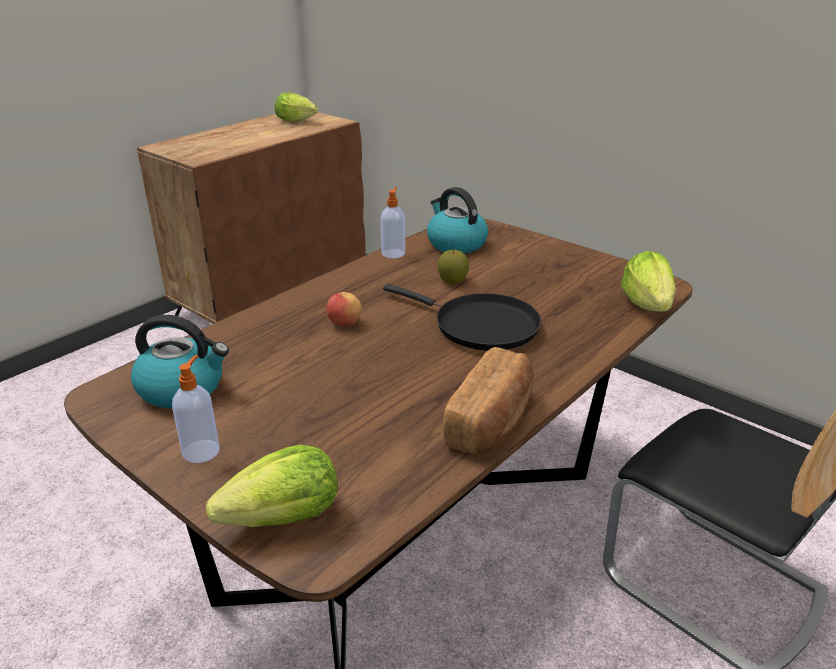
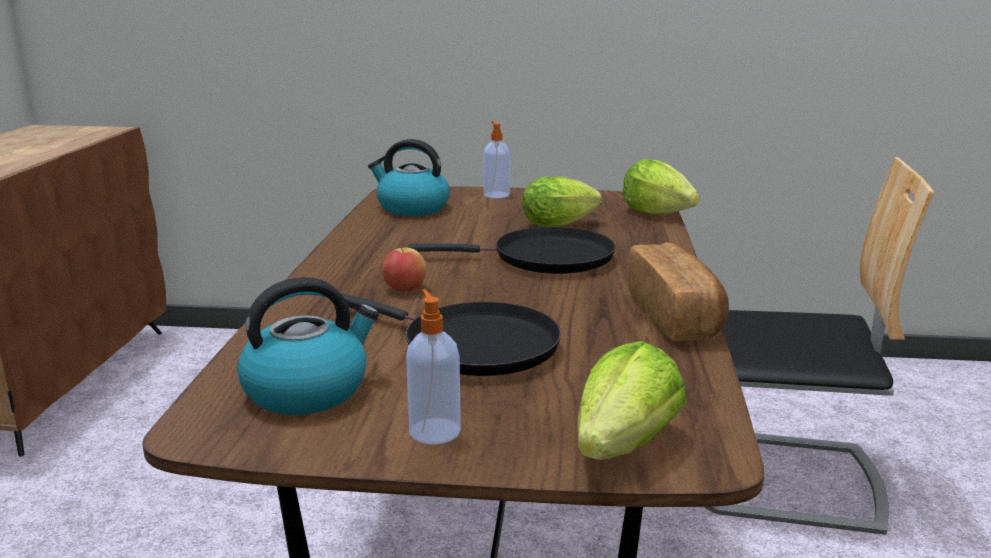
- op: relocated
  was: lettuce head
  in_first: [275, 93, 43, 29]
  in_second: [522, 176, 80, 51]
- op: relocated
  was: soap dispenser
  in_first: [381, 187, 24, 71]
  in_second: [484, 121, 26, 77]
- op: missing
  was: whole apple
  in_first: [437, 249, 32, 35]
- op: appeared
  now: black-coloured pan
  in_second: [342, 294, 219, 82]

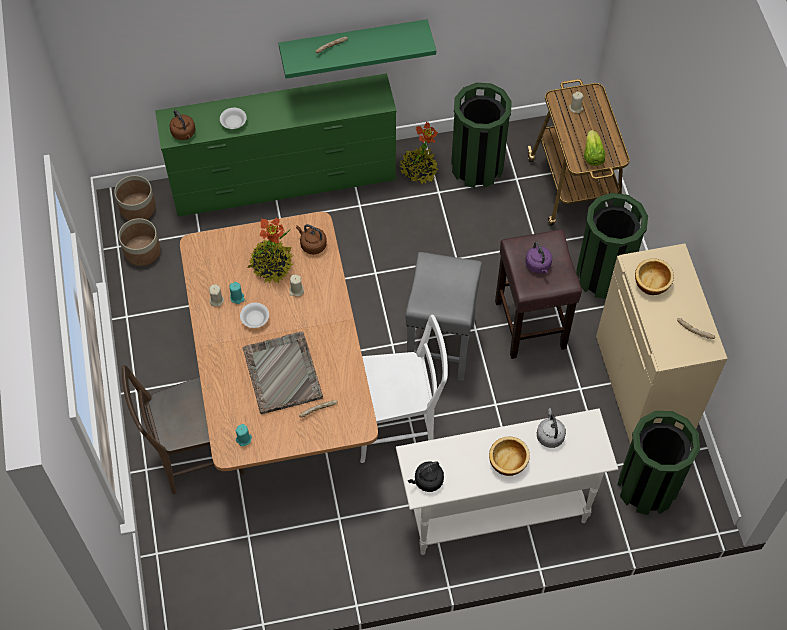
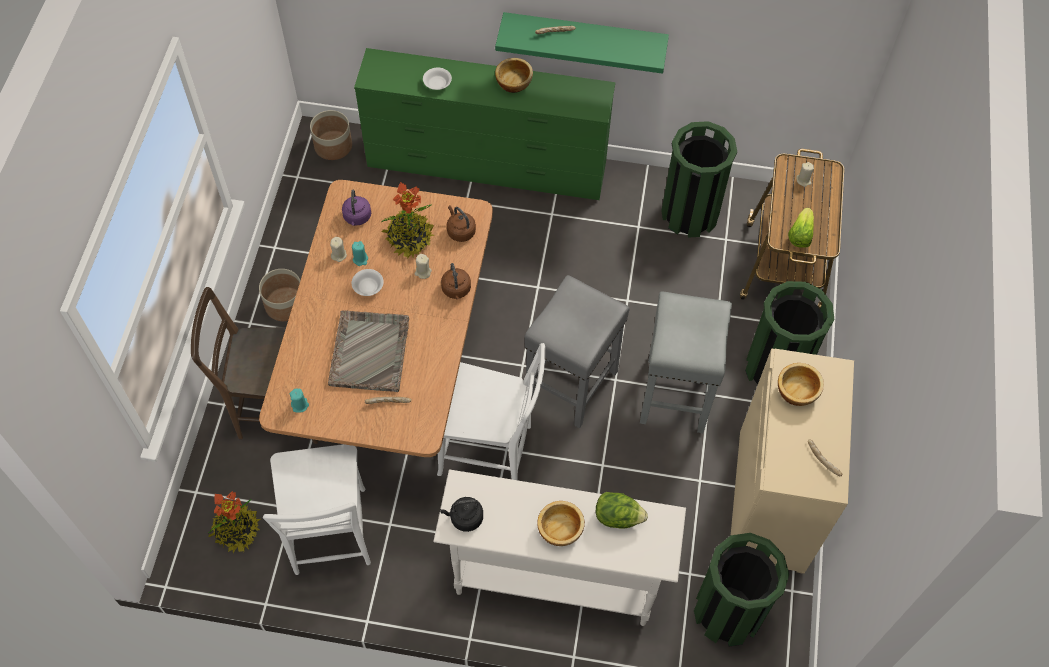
- op: relocated
  was: brownish tea kettle
  in_first: [170, 110, 25, 30]
  in_second: [441, 263, 30, 37]
- op: relocated
  was: potted plant
  in_first: [400, 122, 38, 62]
  in_second: [208, 491, 53, 62]
- op: relocated
  was: plant pot
  in_first: [119, 218, 42, 48]
  in_second: [259, 269, 41, 52]
- op: colour
  was: brownish stool
  now: grey stool
  in_first: [495, 229, 87, 130]
  in_second: [640, 292, 92, 141]
- op: relocated
  was: purplish tea kettle
  in_first: [525, 242, 27, 31]
  in_second: [342, 190, 29, 36]
- op: exchanged
  was: grey tea kettle
  now: lettuce head
  in_first: [537, 408, 29, 40]
  in_second: [596, 492, 52, 37]
- op: appeared
  now: bowl
  in_second: [495, 58, 38, 35]
- op: appeared
  now: whitish plain chair
  in_second: [263, 444, 108, 131]

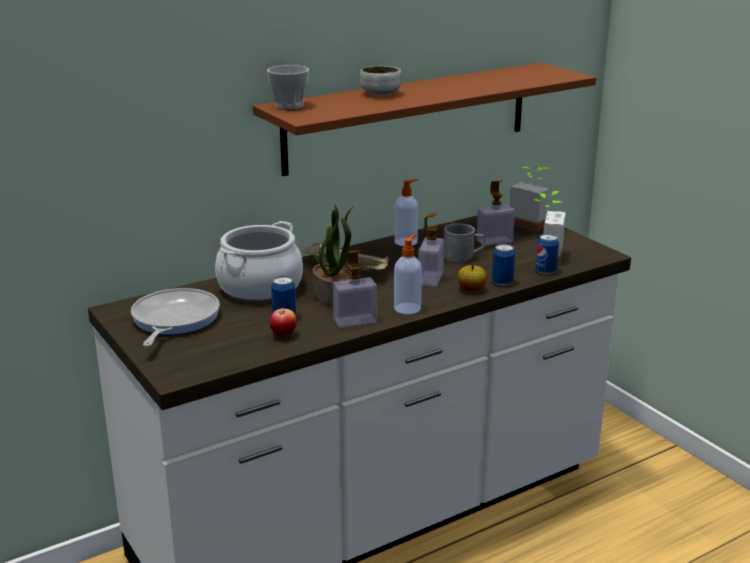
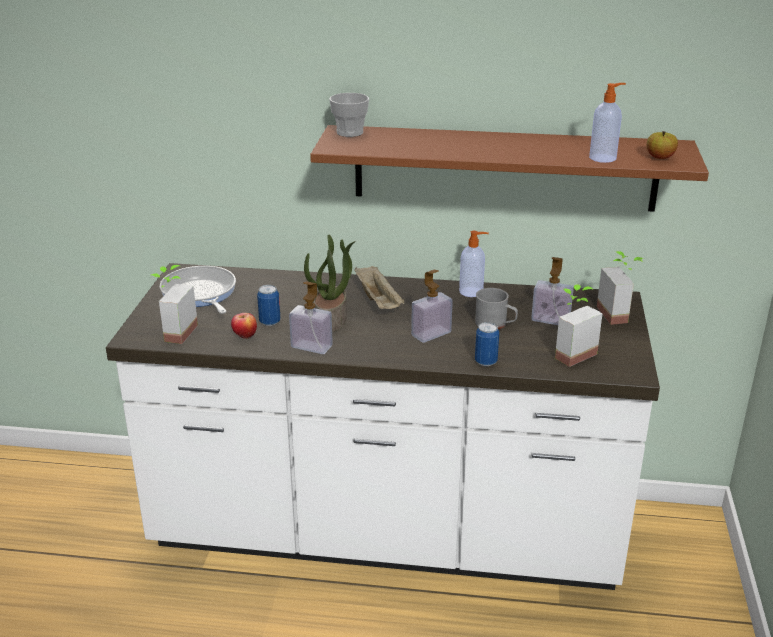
- op: missing
  was: bowl
  in_first: [360, 66, 42, 30]
- op: missing
  was: stockpot
  in_first: [215, 221, 88, 81]
- op: missing
  was: can
  in_first: [536, 233, 23, 42]
- op: relocated
  was: soap dispenser
  in_first: [394, 234, 28, 80]
  in_second: [589, 83, 37, 80]
- op: relocated
  was: whole apple
  in_first: [458, 265, 29, 26]
  in_second: [646, 131, 32, 28]
- op: spun
  was: pan
  in_first: [131, 288, 89, 59]
  in_second: [160, 266, 76, 48]
  clockwise: -75
- op: appeared
  now: potted plant
  in_second: [151, 265, 47, 79]

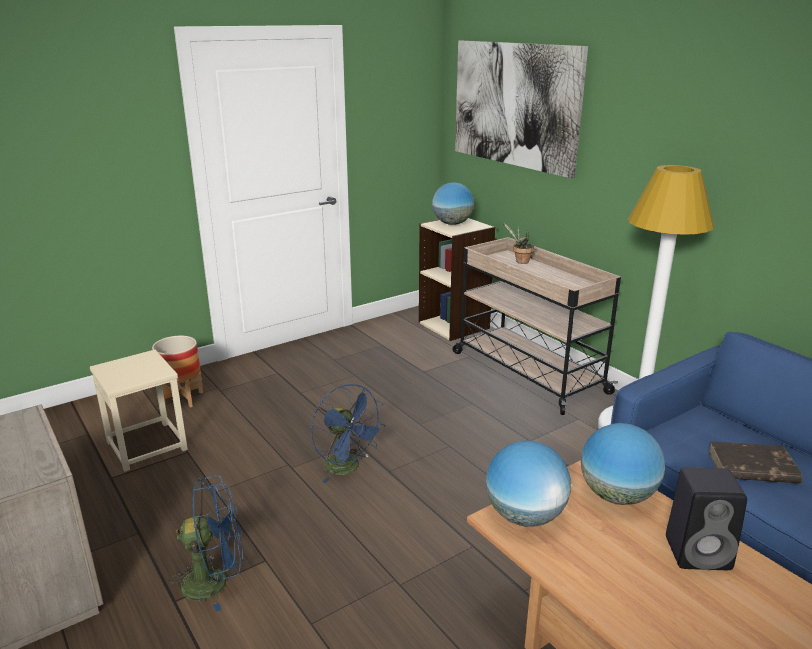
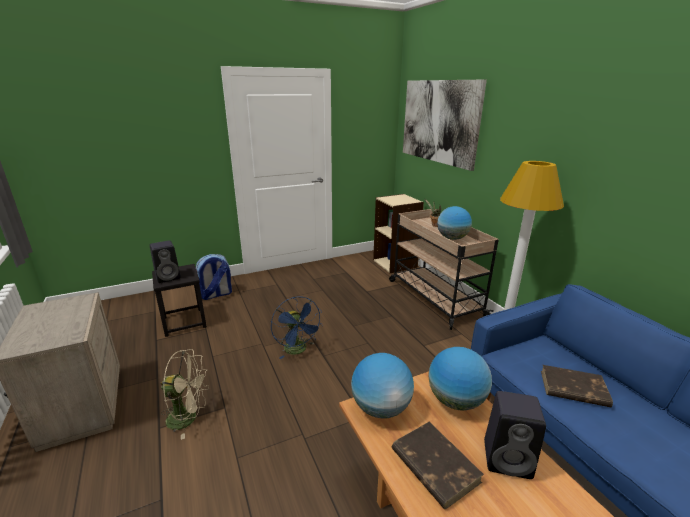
- op: relocated
  was: world globe
  in_first: [432, 182, 42, 43]
  in_second: [437, 206, 35, 34]
- op: exchanged
  was: plant pot
  now: rucksack
  in_first: [152, 336, 51, 72]
  in_second: [196, 254, 36, 46]
- op: colour
  was: sand-coloured stool
  now: black-coloured stool
  in_first: [90, 350, 98, 122]
  in_second: [152, 264, 55, 73]
- op: colour
  was: bluish fan
  now: sand-coloured fan
  in_first: [169, 475, 74, 137]
  in_second: [161, 349, 48, 91]
- op: appeared
  now: black-coloured audio speaker
  in_second: [150, 240, 31, 43]
- op: appeared
  now: brownish volume
  in_second: [392, 422, 92, 87]

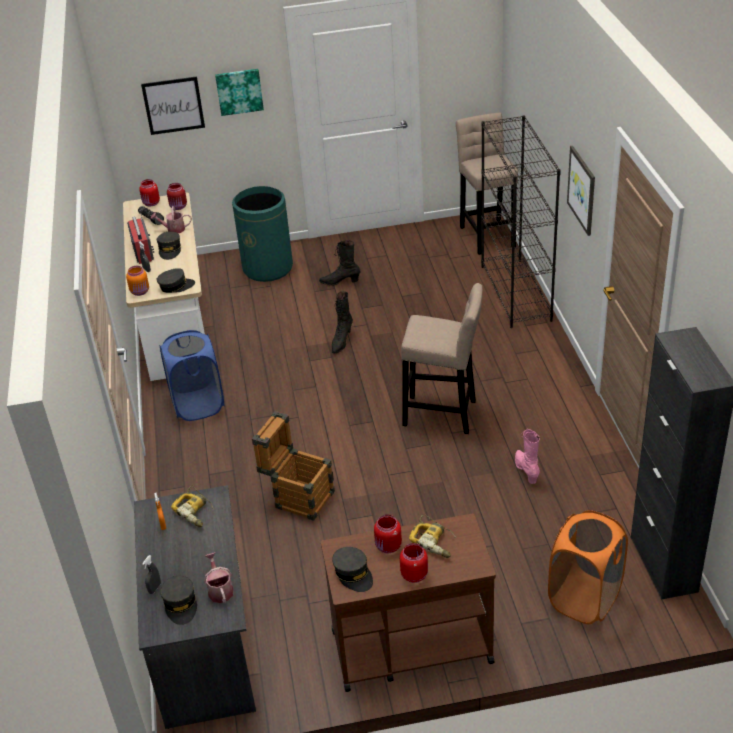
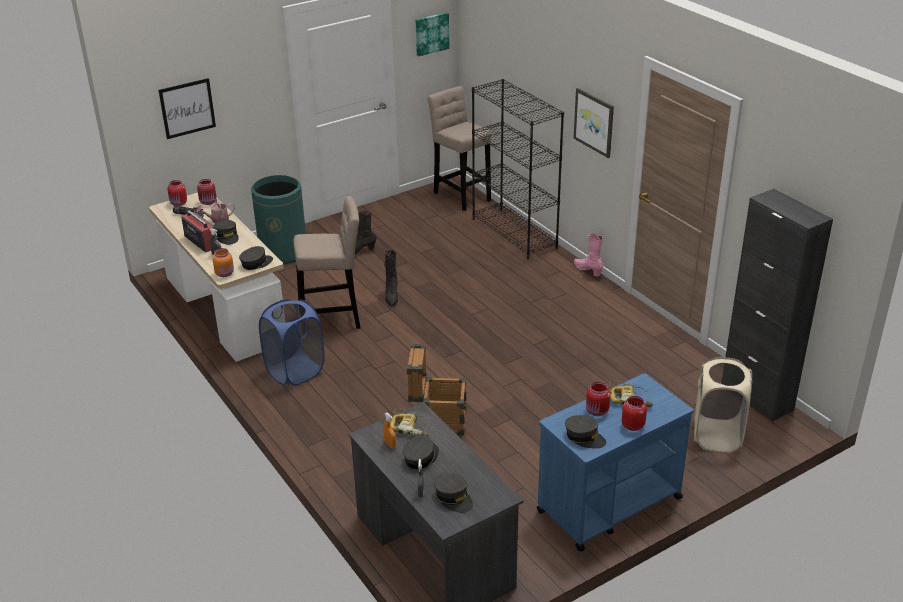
- op: relocated
  was: wall art
  in_first: [215, 69, 49, 47]
  in_second: [416, 12, 33, 44]
- op: relocated
  was: sand-coloured stool
  in_first: [401, 283, 82, 151]
  in_second: [294, 196, 66, 133]
- op: relocated
  was: pink tall boot
  in_first: [515, 429, 25, 55]
  in_second: [574, 233, 29, 43]
- op: colour
  was: orange hamper
  now: sand-coloured hamper
  in_first: [548, 510, 80, 114]
  in_second: [694, 357, 58, 96]
- op: colour
  was: brownish wheeled cart
  now: bluish wheeled cart
  in_first: [321, 514, 175, 178]
  in_second: [537, 373, 156, 179]
- op: missing
  was: watering can
  in_first: [204, 552, 29, 51]
- op: appeared
  now: grey peaked cap
  in_second: [403, 435, 36, 34]

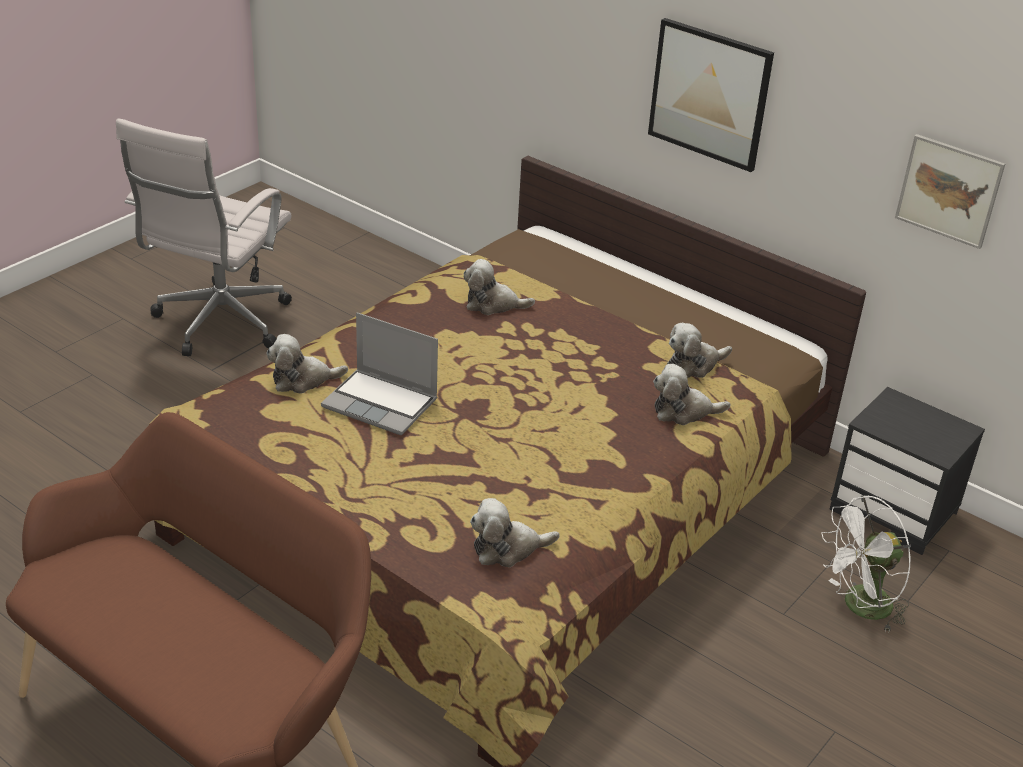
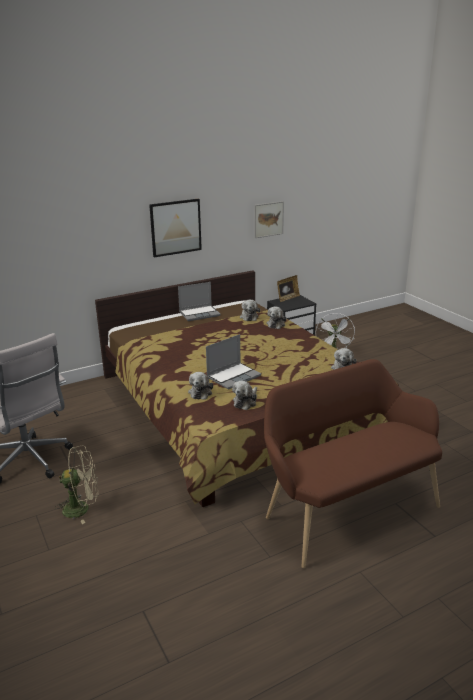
- op: relocated
  was: plush toy
  in_first: [464, 259, 71, 56]
  in_second: [232, 381, 25, 29]
- op: appeared
  now: picture frame
  in_second: [277, 275, 23, 27]
- op: appeared
  now: portable computer
  in_second: [178, 282, 42, 39]
- op: appeared
  now: sand-coloured fan
  in_second: [55, 445, 43, 79]

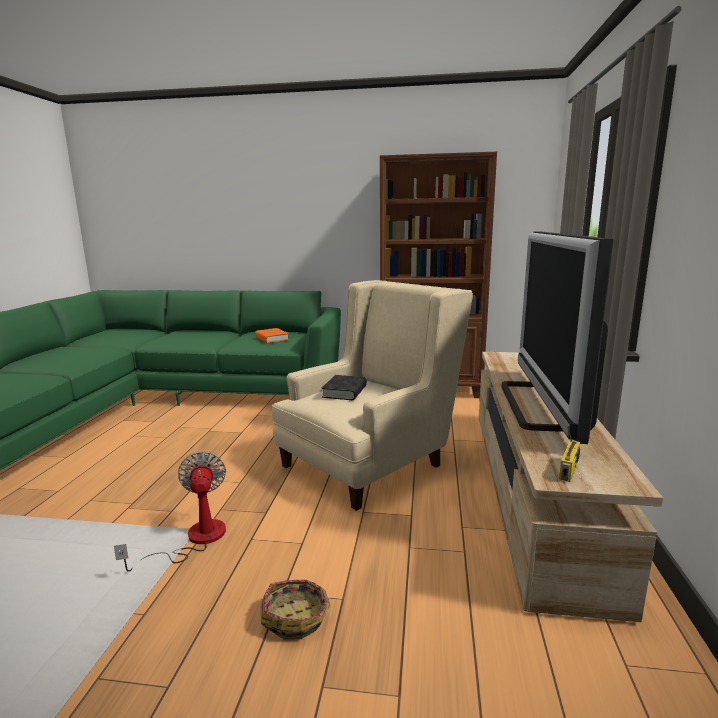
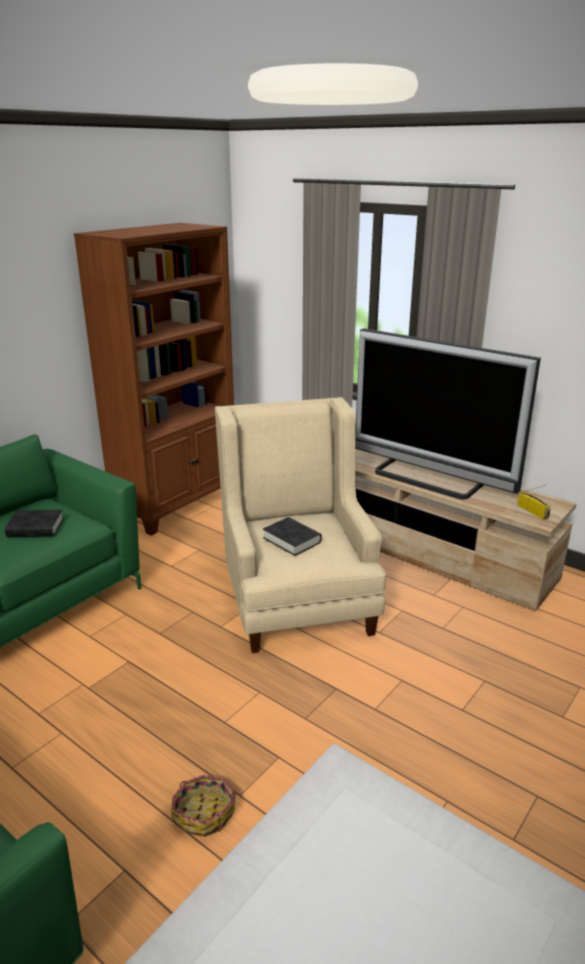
- op: colour
  was: orange volume
  now: black-coloured volume
  in_first: [255, 328, 34, 15]
  in_second: [5, 510, 59, 27]
- op: missing
  was: fan
  in_first: [114, 452, 112, 120]
- op: relocated
  was: household basket
  in_first: [261, 580, 69, 60]
  in_second: [171, 775, 65, 62]

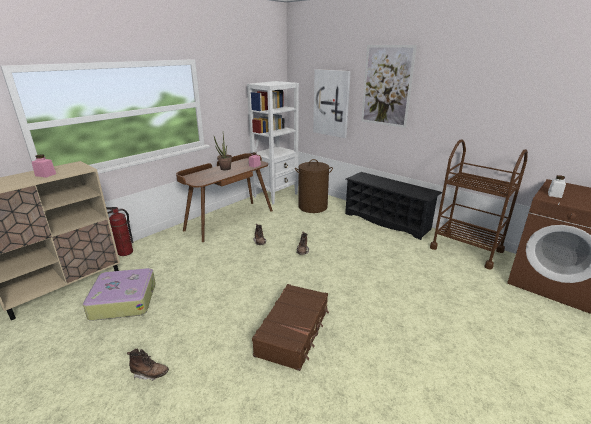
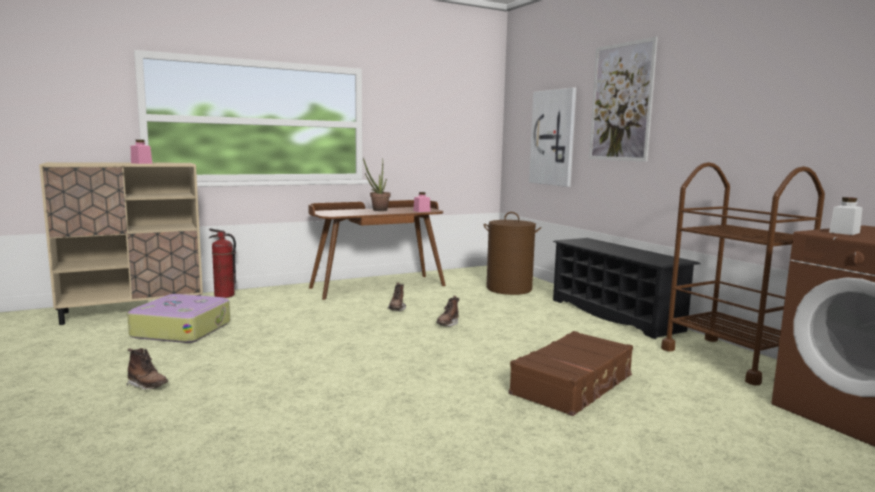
- op: missing
  was: whitish shelving unit
  in_first: [247, 81, 52, 123]
- op: relocated
  was: brownish travel case
  in_first: [252, 284, 77, 87]
  in_second: [509, 331, 124, 85]

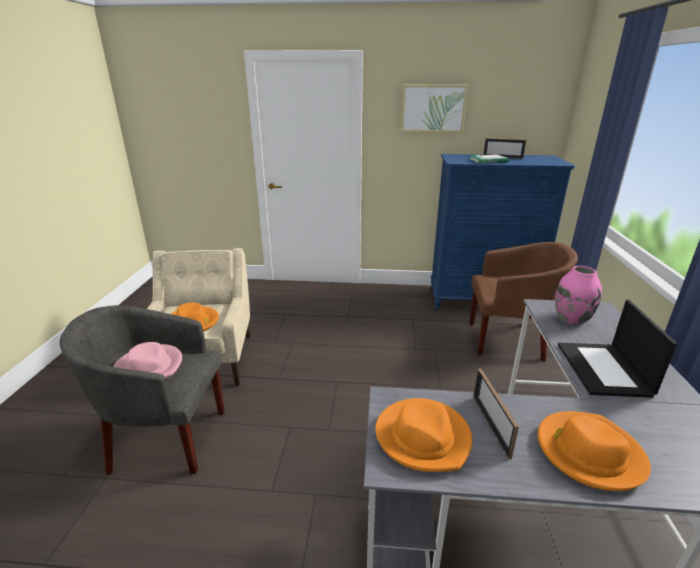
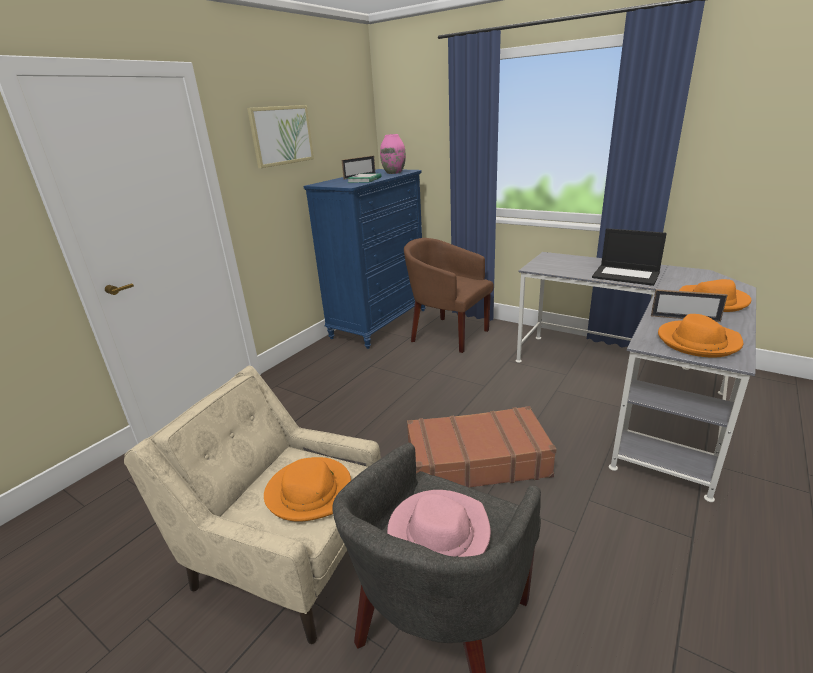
- op: spun
  was: brownish easy chair
  in_first: [469, 242, 109, 120]
  in_second: [404, 238, 90, 115]
  clockwise: -90
- op: relocated
  was: pink vase
  in_first: [555, 266, 47, 59]
  in_second: [380, 134, 26, 40]
- op: appeared
  now: brownish travel case
  in_second: [407, 406, 150, 82]

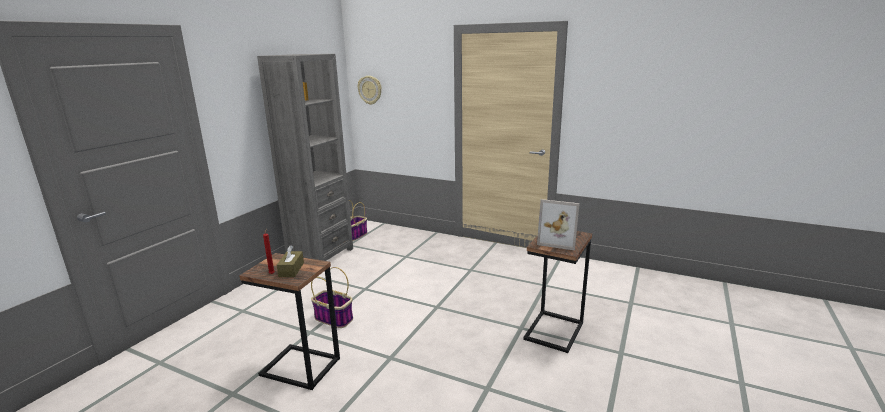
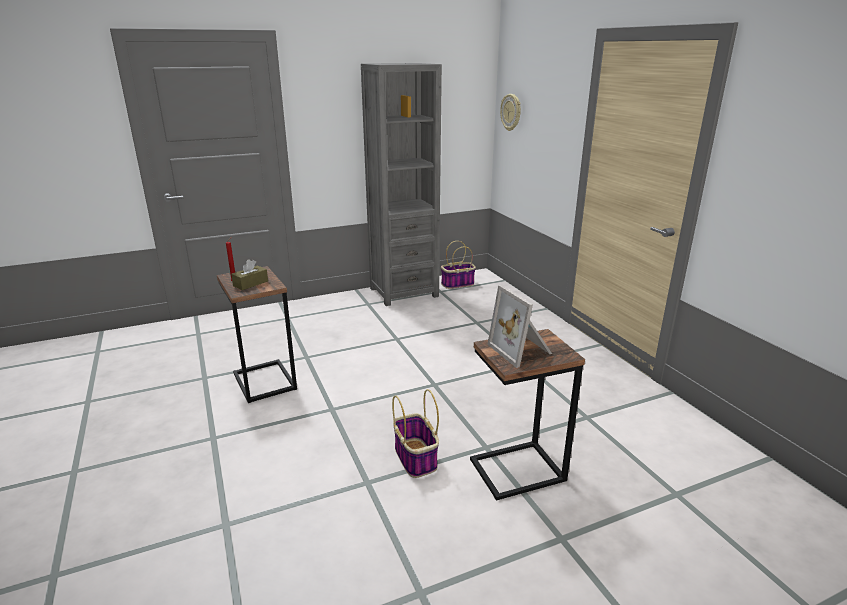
- op: relocated
  was: household basket
  in_first: [311, 267, 42, 61]
  in_second: [392, 389, 47, 89]

